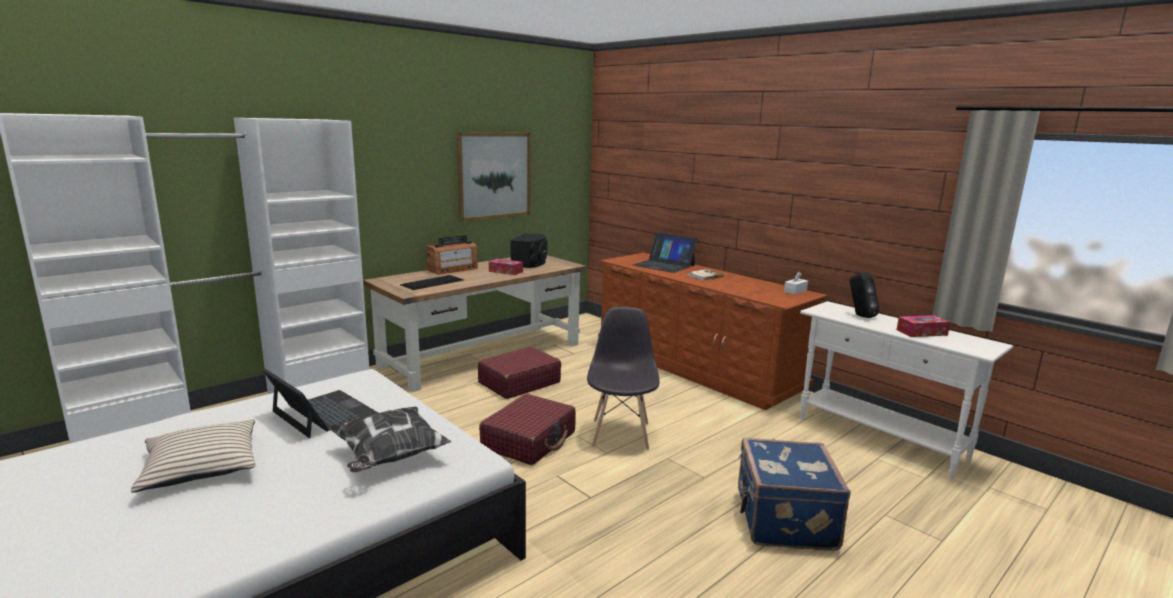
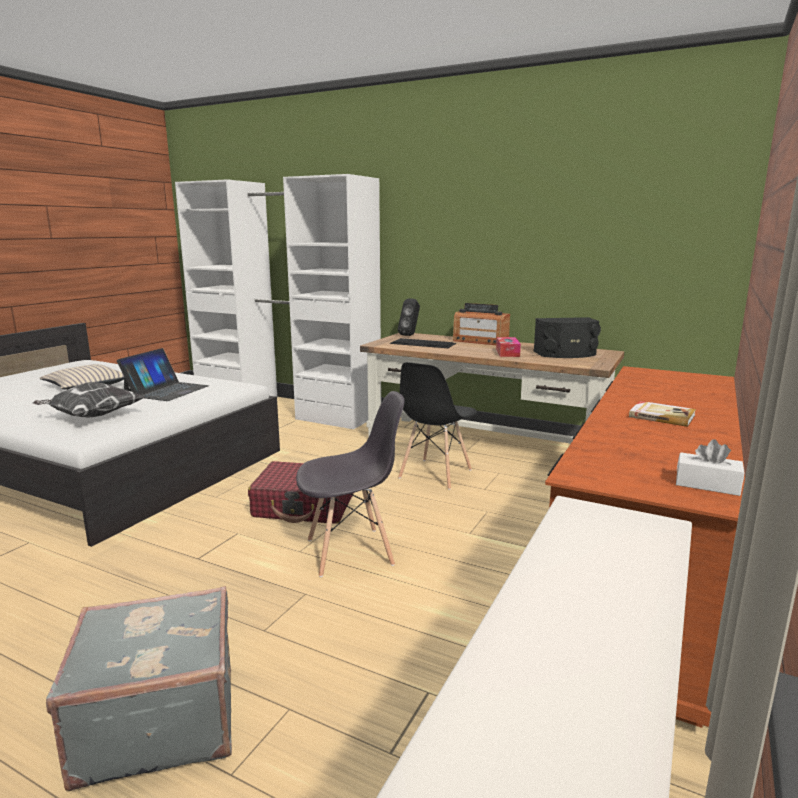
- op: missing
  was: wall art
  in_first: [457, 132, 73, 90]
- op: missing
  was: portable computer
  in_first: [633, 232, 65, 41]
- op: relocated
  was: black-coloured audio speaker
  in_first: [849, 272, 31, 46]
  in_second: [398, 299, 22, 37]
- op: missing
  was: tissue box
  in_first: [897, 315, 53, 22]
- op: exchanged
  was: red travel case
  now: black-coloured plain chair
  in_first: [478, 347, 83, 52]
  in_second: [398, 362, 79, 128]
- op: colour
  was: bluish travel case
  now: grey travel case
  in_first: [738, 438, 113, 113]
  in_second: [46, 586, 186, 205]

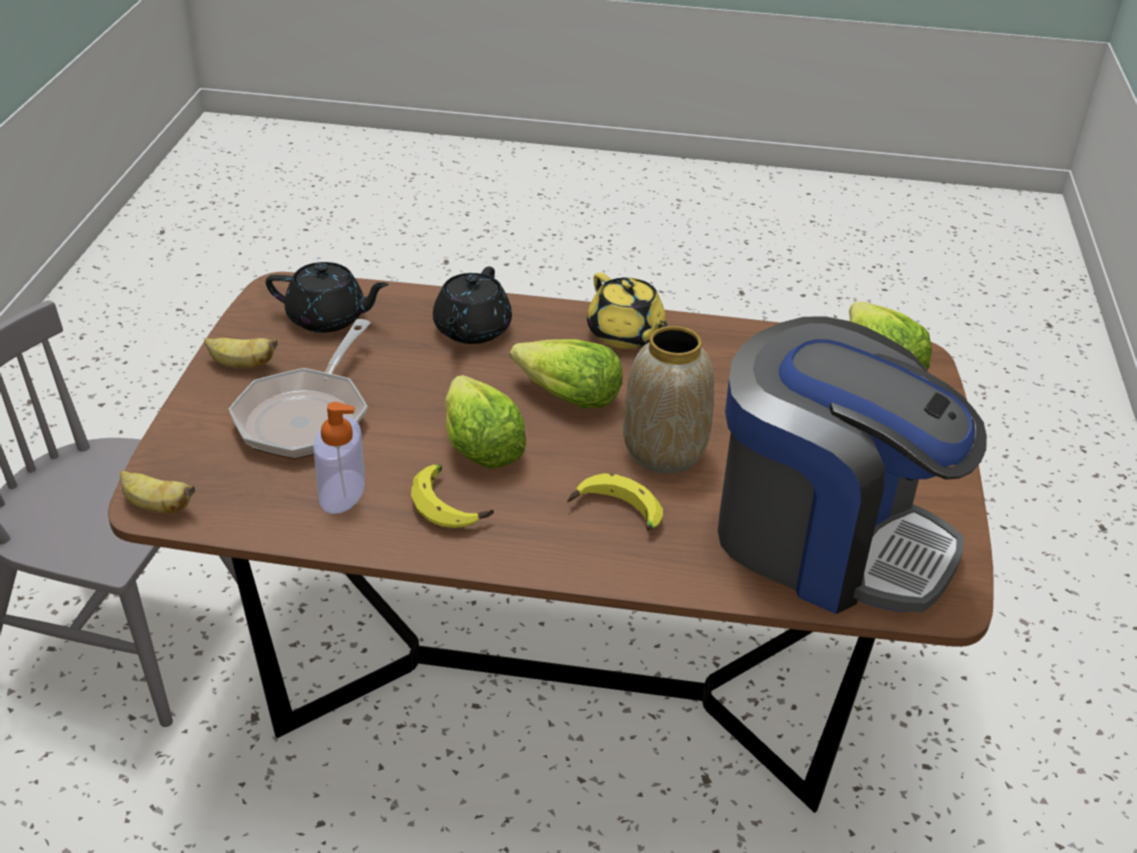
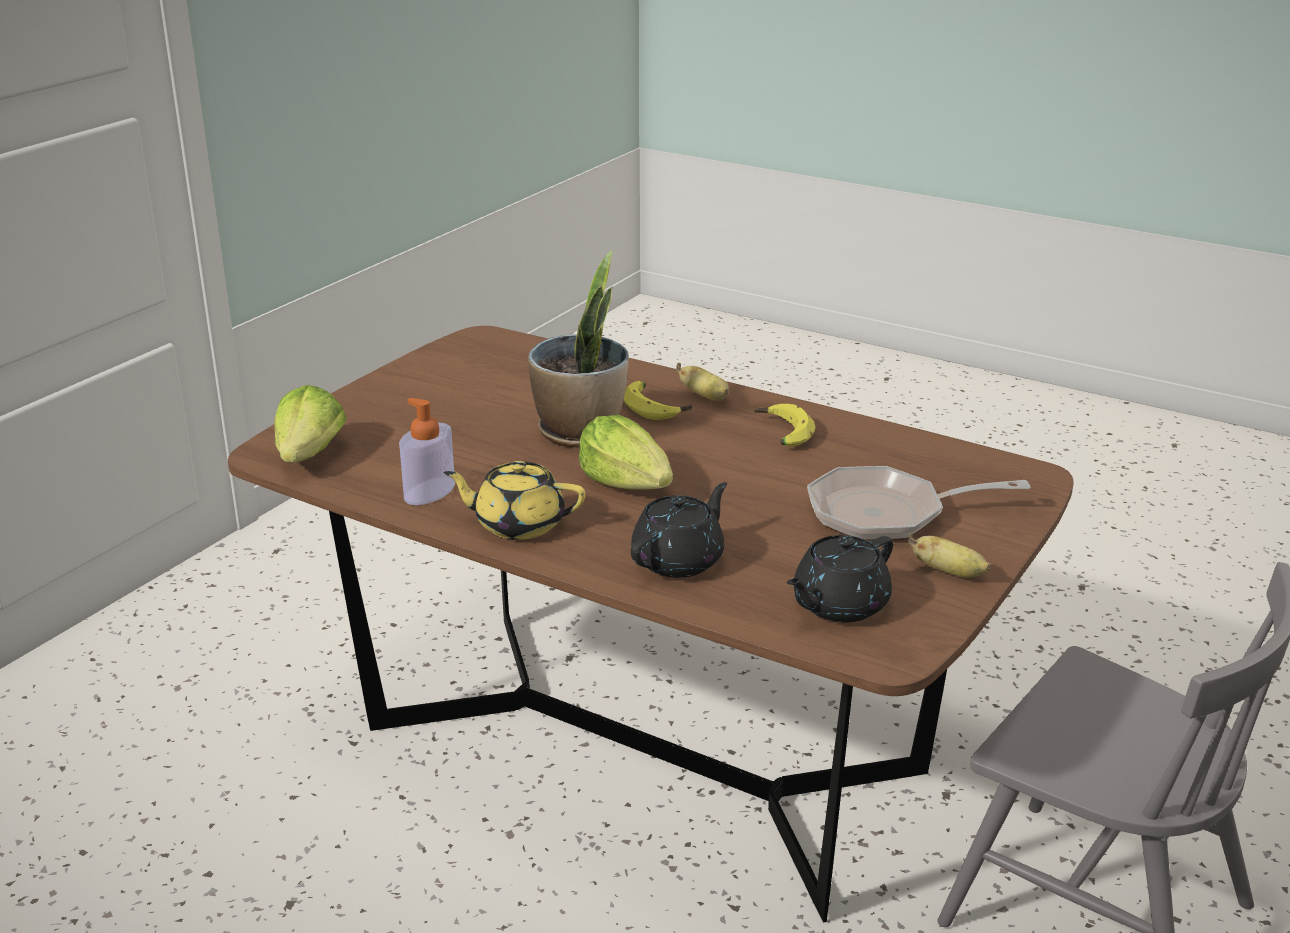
- op: spun
  was: black-coloured teapot
  in_first: [266, 262, 123, 71]
  in_second: [787, 535, 106, 87]
  clockwise: -75
- op: spun
  was: yellow-coloured teapot
  in_first: [587, 273, 81, 76]
  in_second: [443, 461, 143, 79]
  clockwise: -75
- op: missing
  was: coffee brewer
  in_first: [718, 316, 269, 298]
- op: spun
  was: pan
  in_first: [229, 319, 142, 140]
  in_second: [807, 466, 224, 75]
  clockwise: -135
- op: exchanged
  was: vase
  now: potted plant
  in_first: [623, 326, 91, 148]
  in_second: [528, 251, 101, 197]
- op: missing
  was: lettuce head
  in_first: [445, 375, 81, 93]
- op: relocated
  was: soap dispenser
  in_first: [313, 402, 52, 112]
  in_second: [399, 398, 56, 107]
- op: relocated
  was: whole banana
  in_first: [120, 470, 75, 43]
  in_second: [676, 363, 53, 38]

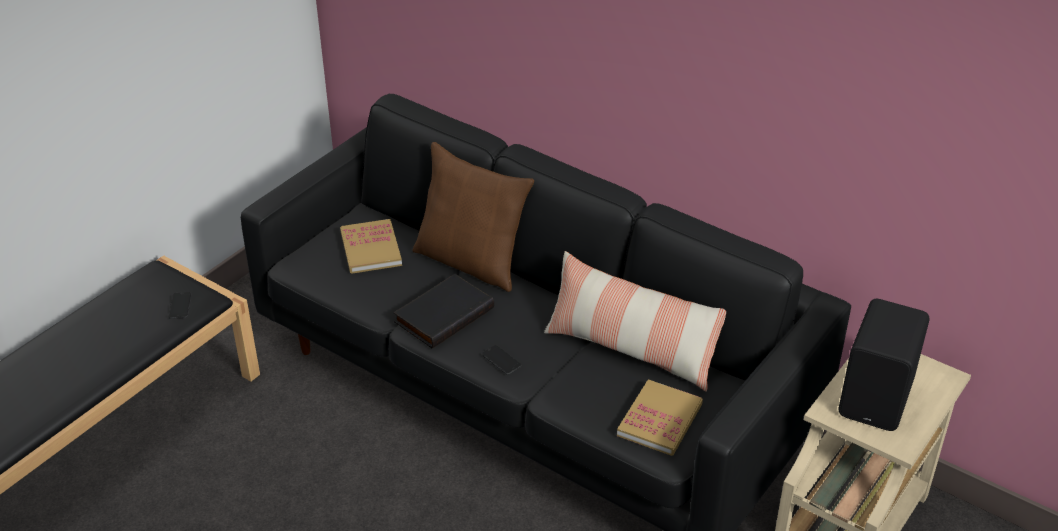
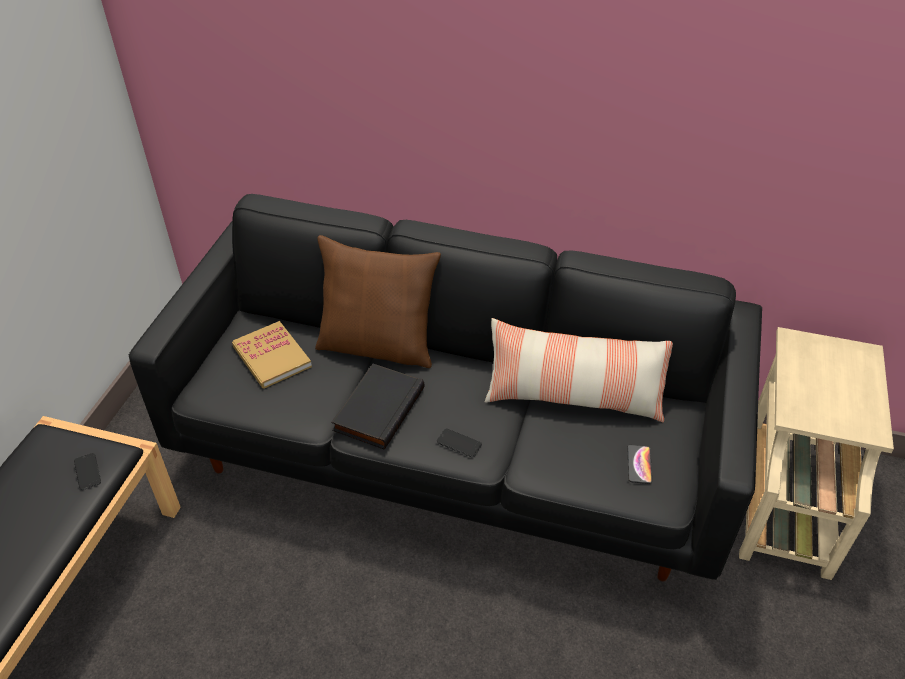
- op: missing
  was: black-coloured audio speaker
  in_first: [838, 299, 91, 132]
- op: exchanged
  was: volume
  now: telephone
  in_first: [617, 379, 86, 77]
  in_second: [627, 445, 25, 39]

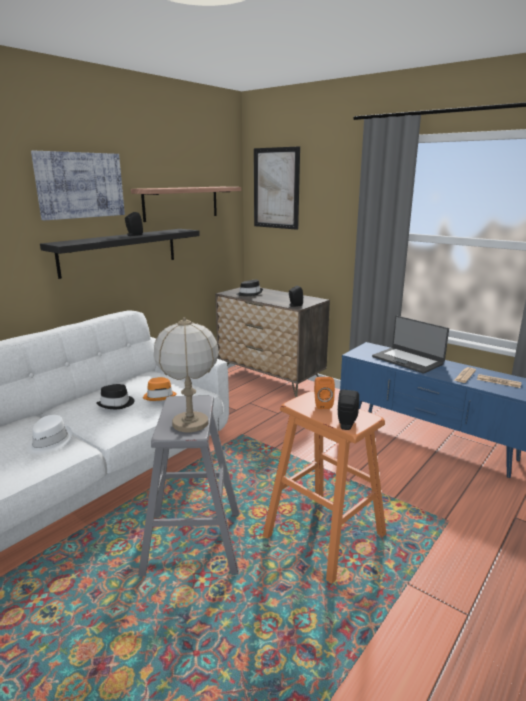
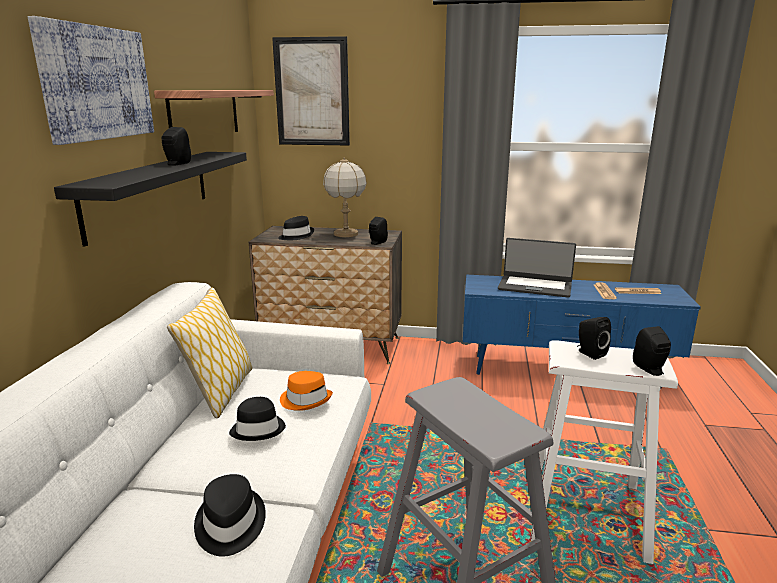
- op: relocated
  was: tabletop lamp
  in_first: [154, 317, 65, 115]
  in_second: [323, 157, 44, 80]
- op: colour
  was: orange audio speaker
  now: black-coloured audio speaker
  in_first: [314, 377, 21, 32]
  in_second: [577, 317, 34, 43]
- op: colour
  was: orange stool
  now: whitish stool
  in_first: [263, 391, 123, 193]
  in_second: [531, 340, 147, 224]
- op: colour
  was: whitish wearable hat
  now: black-coloured wearable hat
  in_first: [27, 415, 45, 40]
  in_second: [194, 474, 72, 83]
- op: appeared
  now: cushion
  in_second: [167, 288, 86, 130]

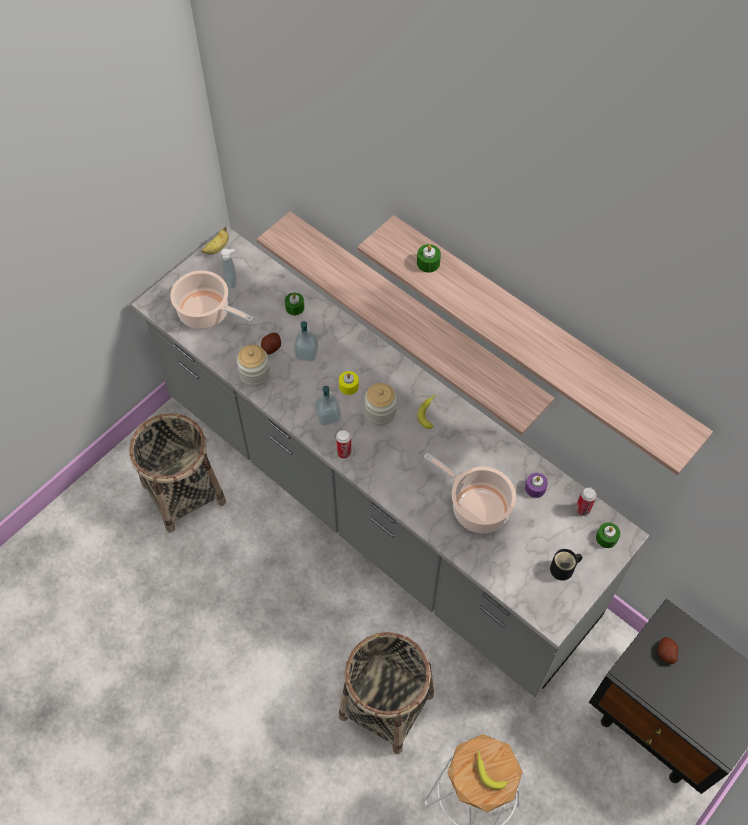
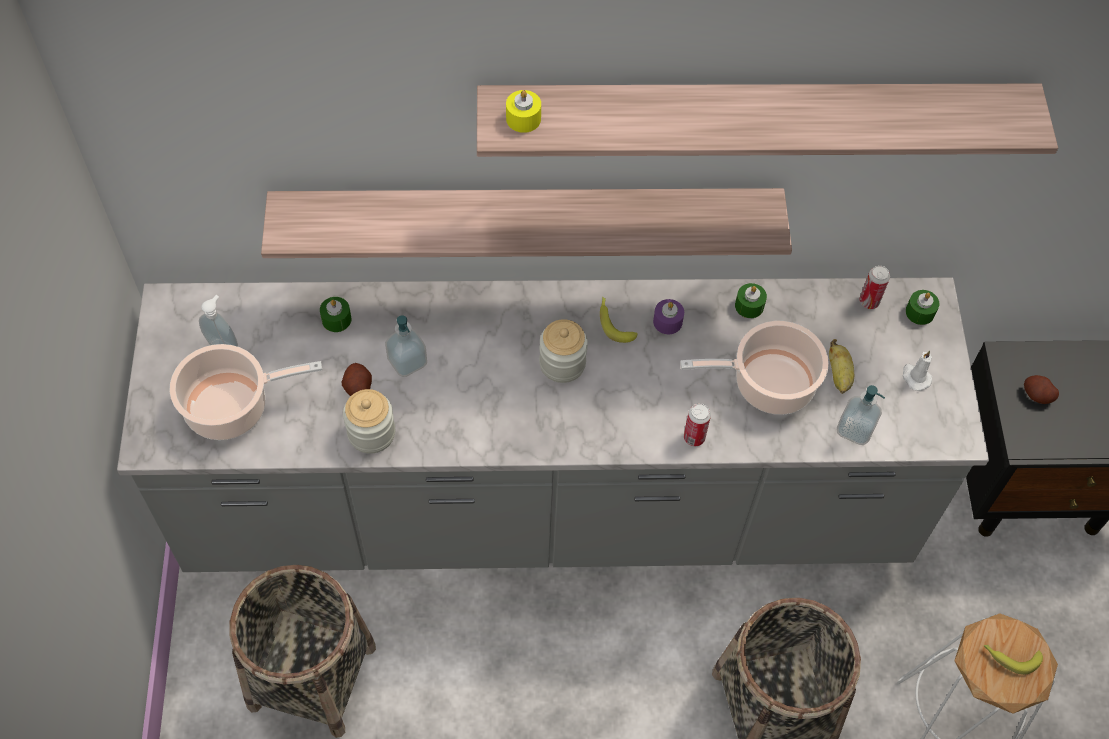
- op: relocated
  was: whole banana
  in_first: [202, 227, 27, 28]
  in_second: [829, 339, 25, 55]
- op: relocated
  was: greenish candle
  in_first: [417, 244, 24, 29]
  in_second: [735, 283, 32, 35]
- op: relocated
  was: yellow-coloured candle
  in_first: [339, 371, 20, 24]
  in_second: [506, 90, 35, 43]
- op: relocated
  was: soap dispenser
  in_first: [314, 386, 27, 40]
  in_second: [837, 385, 48, 60]
- op: relocated
  was: can
  in_first: [336, 430, 16, 29]
  in_second: [684, 403, 27, 43]
- op: relocated
  was: purplish candle
  in_first: [525, 473, 23, 25]
  in_second: [653, 299, 31, 35]
- op: exchanged
  was: black-coloured tea mug
  now: whitish candle
  in_first: [550, 549, 32, 31]
  in_second: [902, 351, 30, 40]

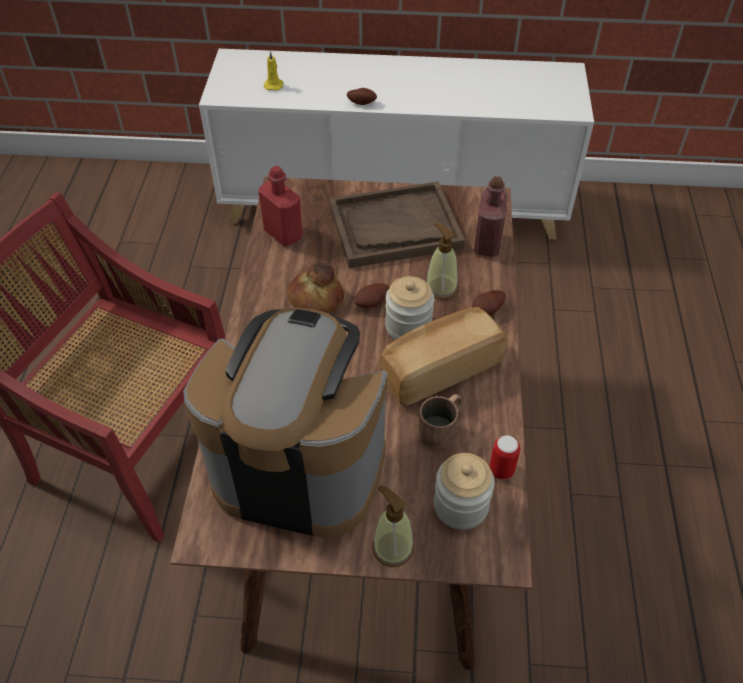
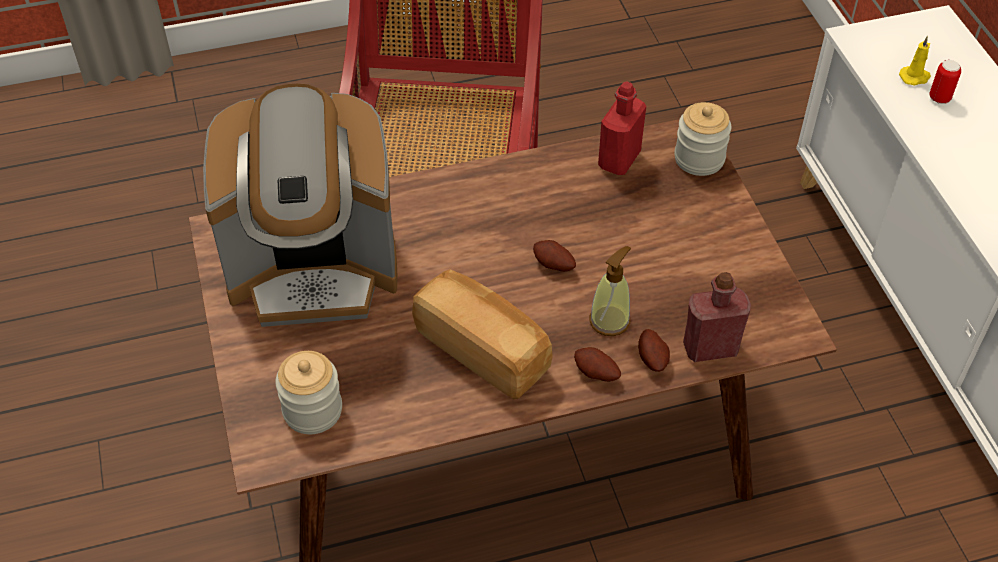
- op: relocated
  was: spud
  in_first: [347, 88, 30, 17]
  in_second: [638, 329, 32, 43]
- op: missing
  was: brownish carrying tray
  in_first: [329, 181, 136, 87]
- op: missing
  was: baked bread
  in_first: [288, 263, 56, 50]
- op: relocated
  was: jar
  in_first: [385, 276, 49, 64]
  in_second: [674, 102, 57, 74]
- op: spun
  was: coffee brewer
  in_first: [183, 307, 205, 231]
  in_second: [203, 84, 194, 243]
  clockwise: 90
- op: missing
  was: brownish tea mug
  in_first: [418, 394, 44, 55]
- op: relocated
  was: can
  in_first: [489, 435, 31, 45]
  in_second: [930, 60, 31, 44]
- op: missing
  was: soap dispenser
  in_first: [372, 485, 42, 82]

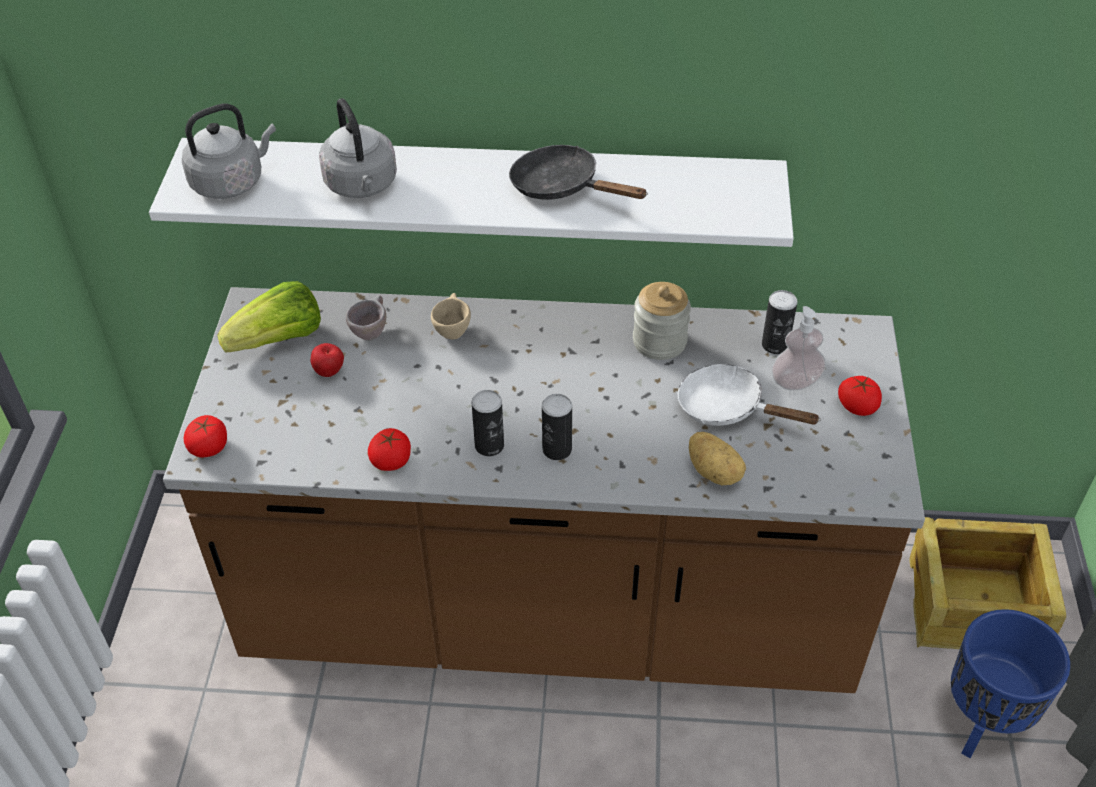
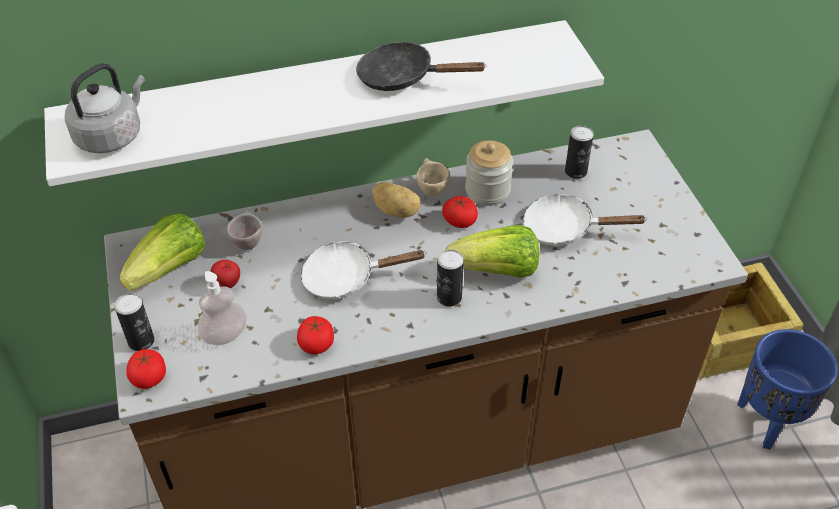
- op: missing
  was: grey tea kettle
  in_first: [319, 98, 78, 100]
- op: relocated
  was: sand-coloured drinking cup
  in_first: [431, 293, 40, 47]
  in_second: [417, 158, 33, 38]
- op: relocated
  was: soap dispenser
  in_first: [771, 306, 55, 84]
  in_second: [198, 271, 49, 74]
- op: relocated
  was: fresh tomato
  in_first: [838, 376, 44, 40]
  in_second: [442, 196, 36, 32]
- op: relocated
  was: can
  in_first: [472, 390, 32, 66]
  in_second: [114, 293, 40, 58]
- op: relocated
  was: spud
  in_first: [689, 432, 57, 53]
  in_second: [372, 182, 49, 36]
- op: appeared
  now: lettuce head
  in_second: [446, 225, 93, 53]
- op: appeared
  now: whitish pan
  in_second: [301, 241, 125, 58]

